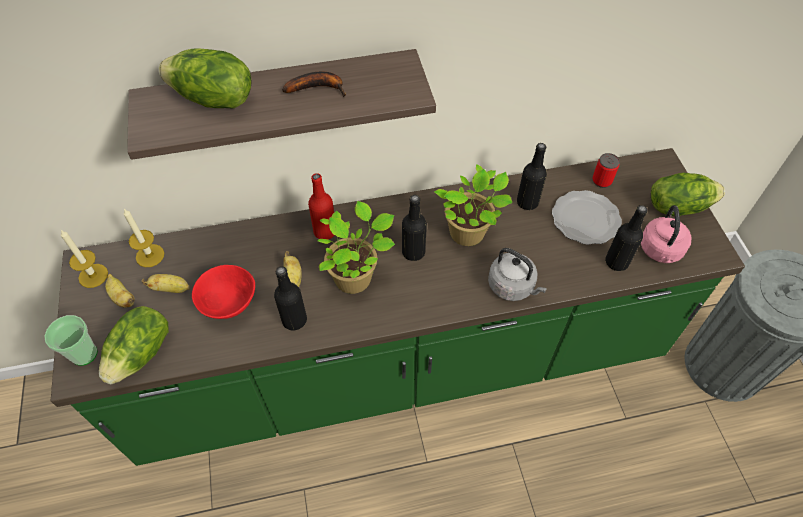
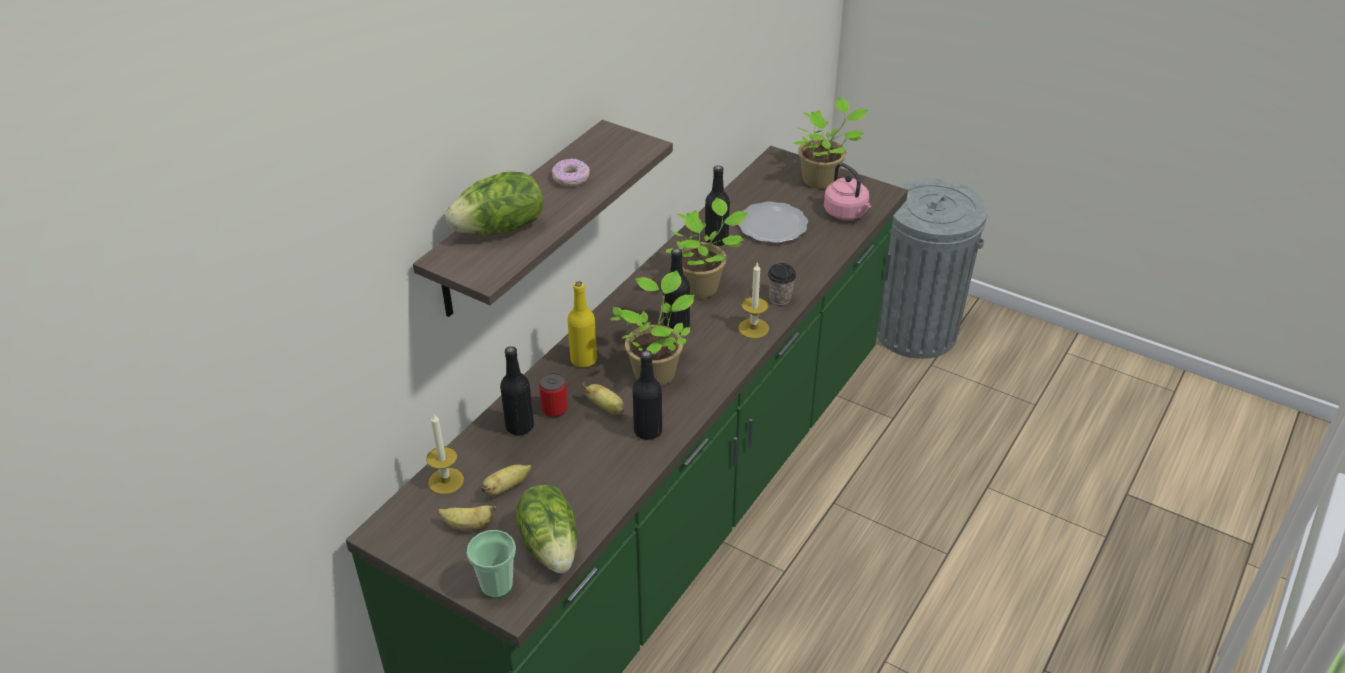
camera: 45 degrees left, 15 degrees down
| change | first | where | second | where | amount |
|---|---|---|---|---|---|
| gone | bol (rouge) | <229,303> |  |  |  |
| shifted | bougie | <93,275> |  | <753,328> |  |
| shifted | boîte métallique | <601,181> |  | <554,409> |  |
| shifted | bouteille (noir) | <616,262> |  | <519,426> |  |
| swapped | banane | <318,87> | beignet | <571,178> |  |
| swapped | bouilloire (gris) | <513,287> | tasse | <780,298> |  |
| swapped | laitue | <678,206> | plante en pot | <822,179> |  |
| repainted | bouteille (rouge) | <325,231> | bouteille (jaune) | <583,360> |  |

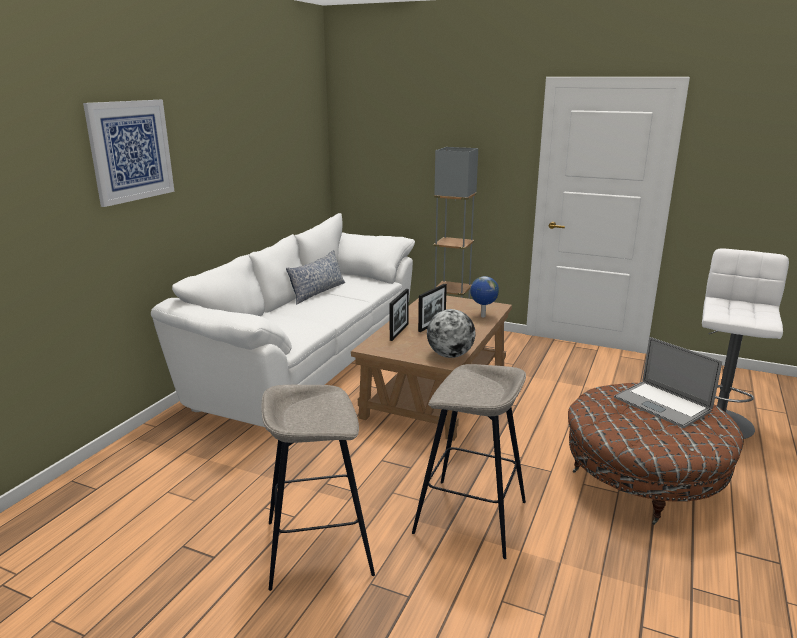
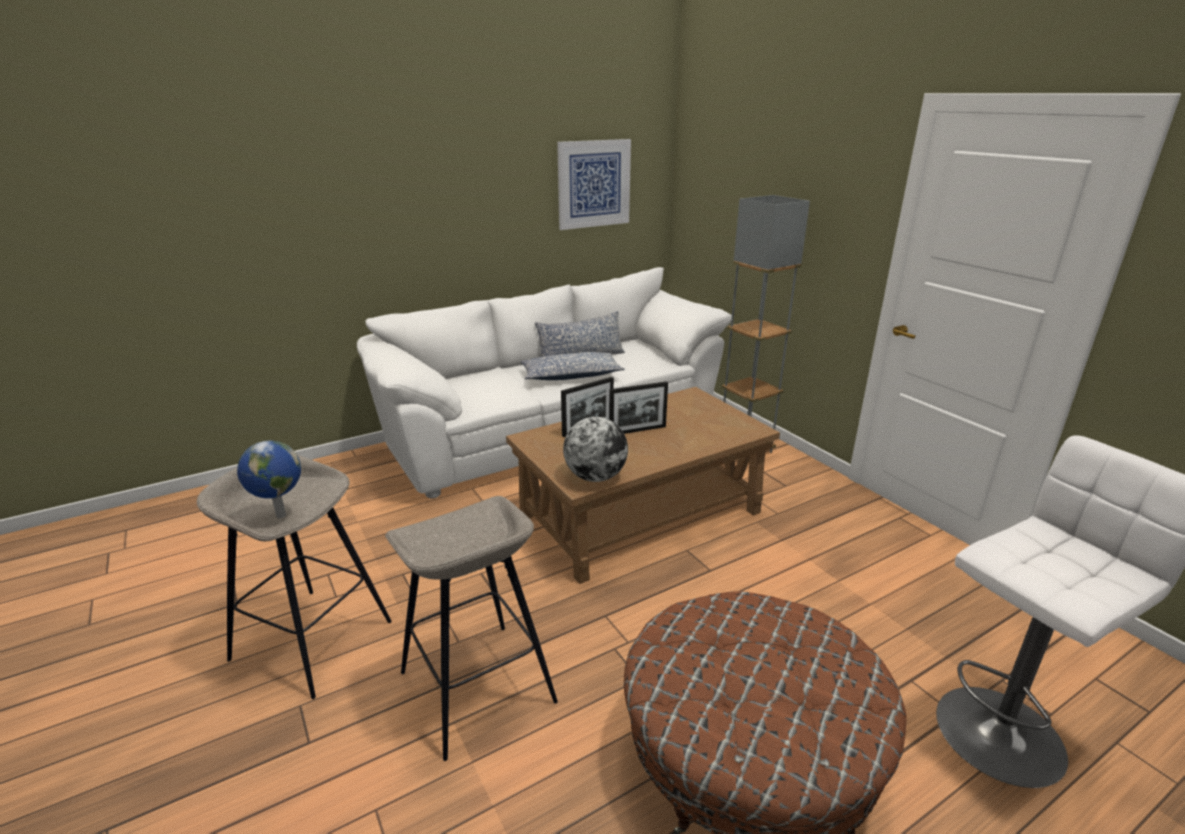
camera: 35 degrees right, 5 degrees up
| change | first | where | second | where | amount |
|---|---|---|---|---|---|
| gone | ordinateur portable | <662,404> |  |  |  |
| new |  |  | coussin | <570,376> |  |
| shifted | tableau | <131,151> |  | <594,184> |  |
| shifted | globe | <483,316> |  | <279,516> |  |

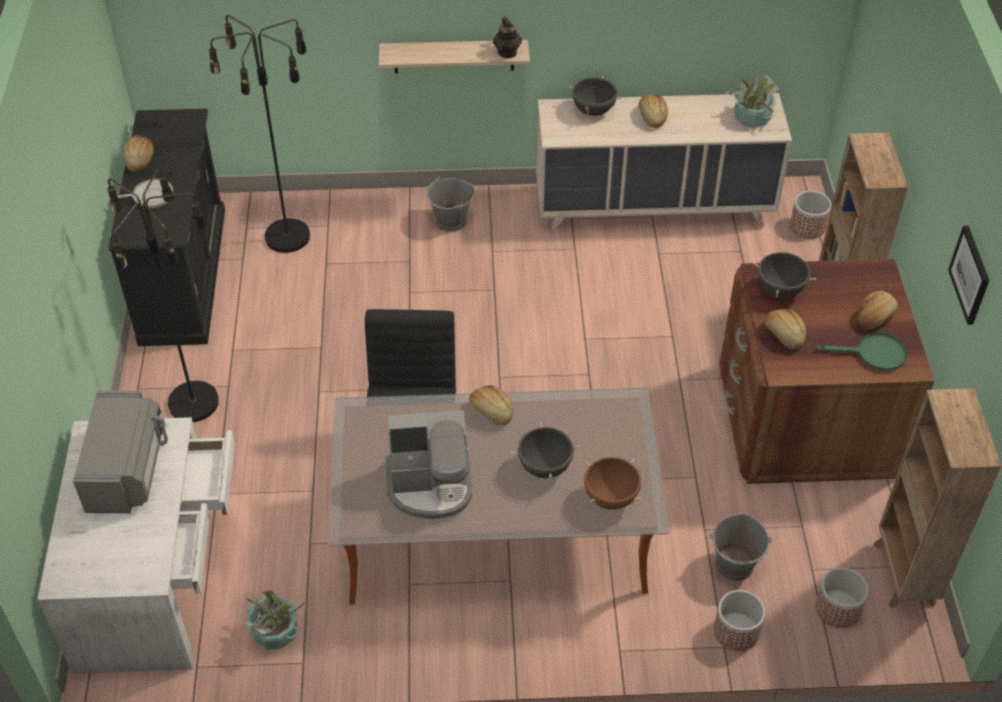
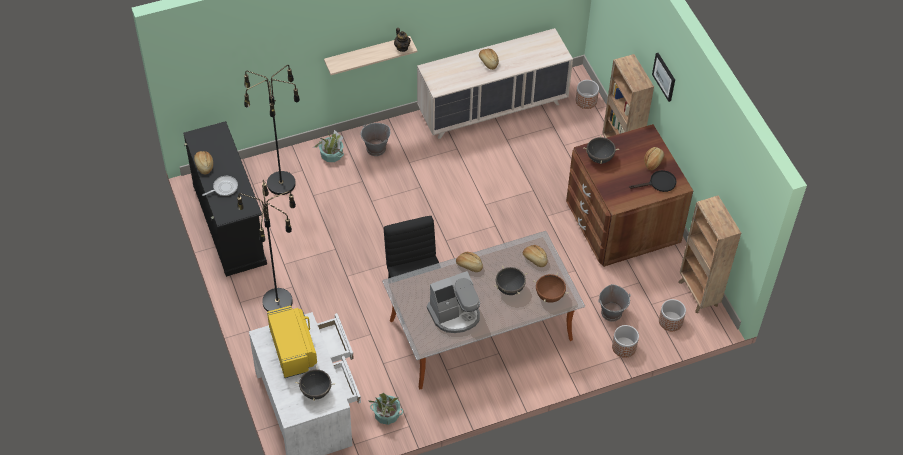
camera: 20 degrees left, 5 degrees up
| change | first | where | second | where | amount |
|---|---|---|---|---|---|
| shifted | marmite (noir) | <593,111> |  | <316,391> |  |
| shifted | plante en pot | <752,117> |  | <331,155> |  |
| shifted | pain | <783,335> |  | <535,259> |  |
| shifted | tableau | <970,274> |  | <664,76> |  |
| repainted | micro-ondes (gris) | <128,469> | micro-ondes (jaune) | <293,349> |  |
| repainted | poêle (vert) | <873,354> | poêle (noir) | <659,183> |  |

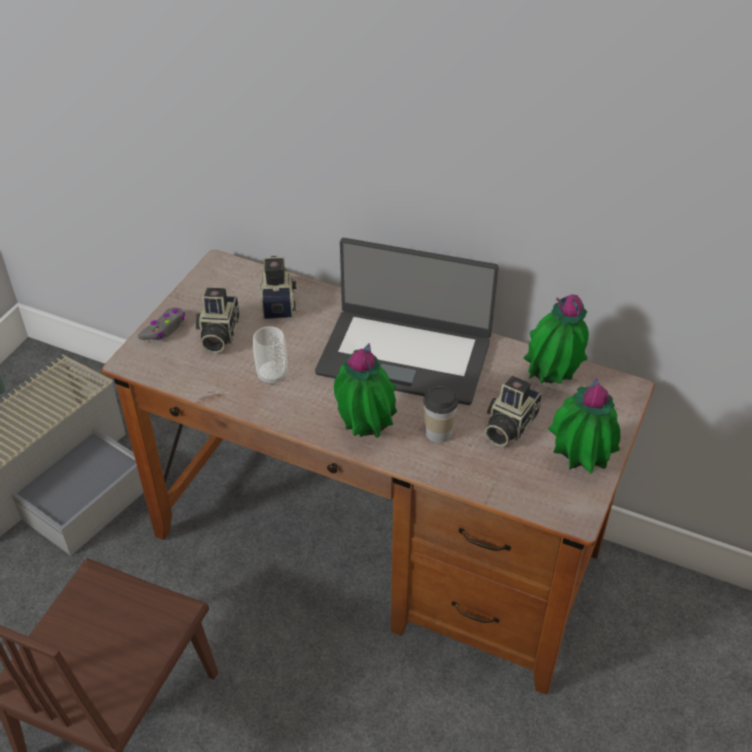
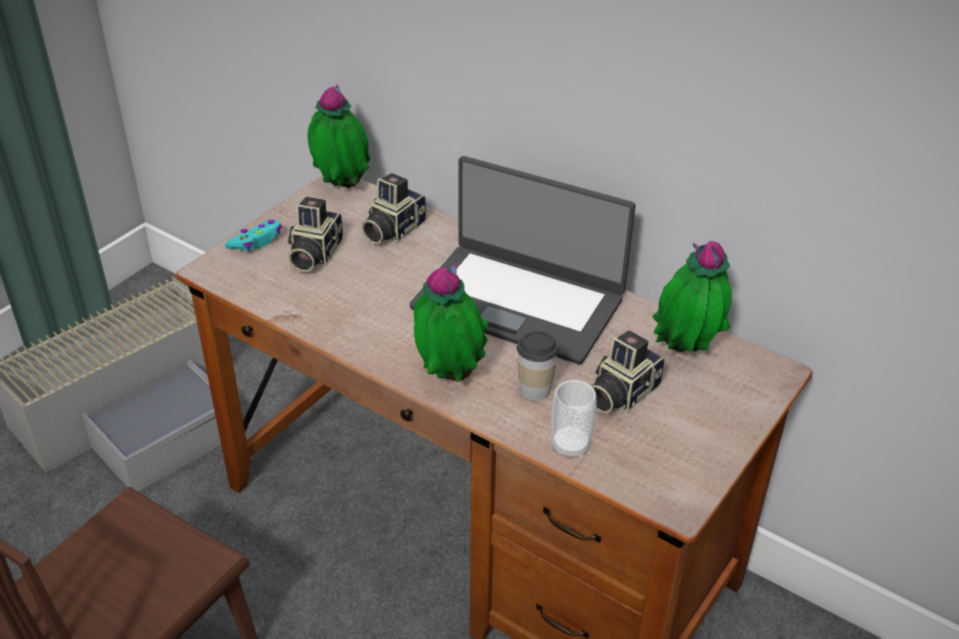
camera: 10 degrees right, 5 degrees down
| change | first | where | second | where | amount |
|---|---|---|---|---|---|
| shifted | tasse | <272,375> |  | <570,445> |  |
| shifted | plante en pot | <577,467> |  | <341,188> |  |
| repainted | manette (gris) | <164,329> | manette (turquoise) | <256,241> |  |
| rotated | appareil photo | <279,302> |  | <392,229> | 150 degrees counterclockwise |

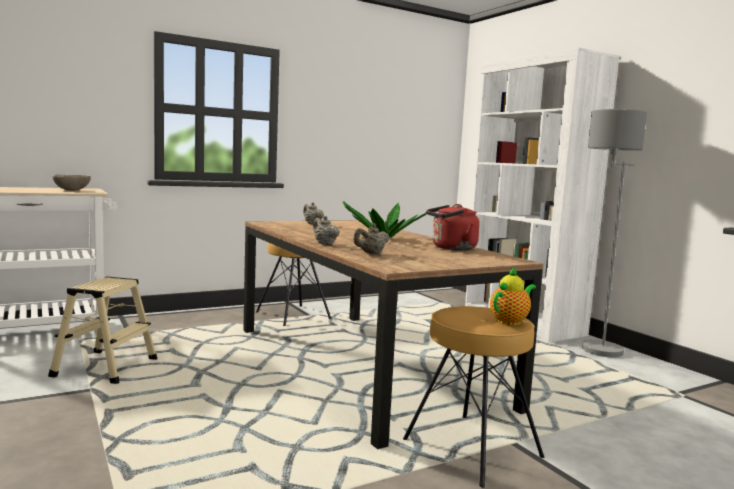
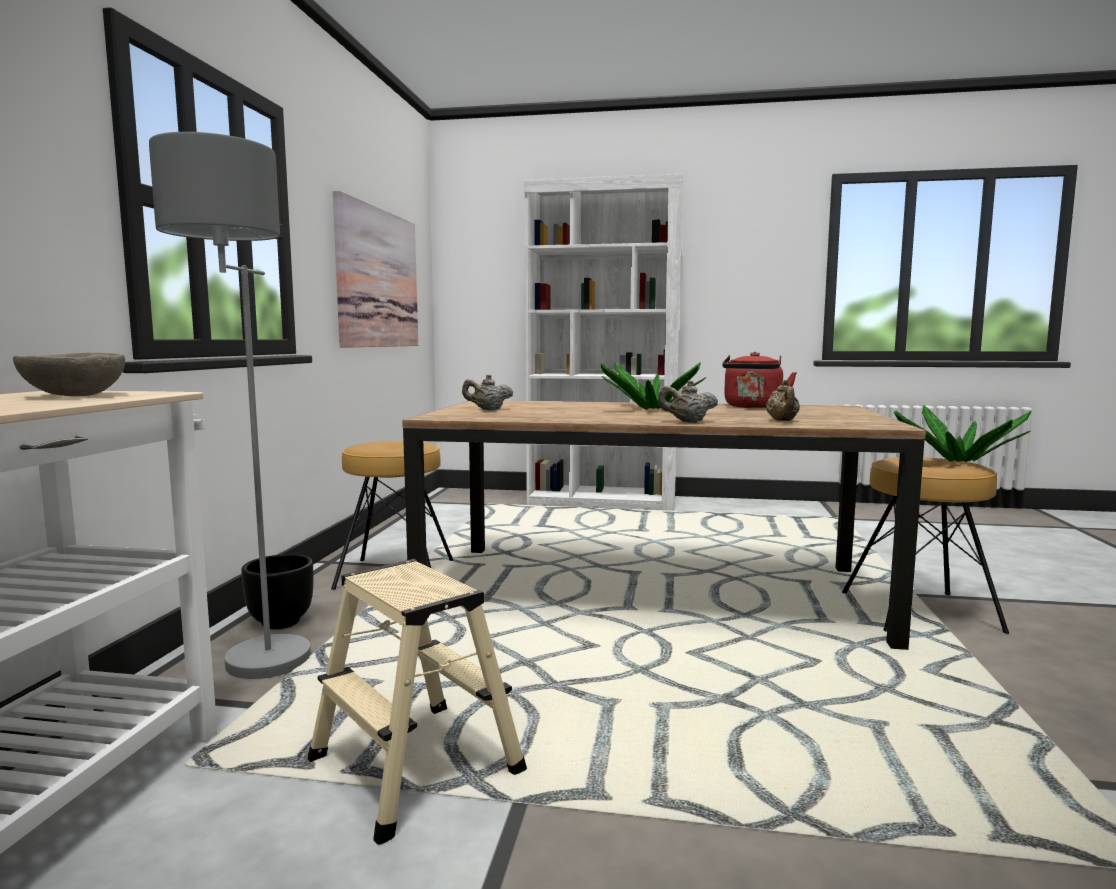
camera: 50 degrees left, 0 degrees up
| change | first | where | second | where | amount |
|---|---|---|---|---|---|
| new |  |  | cache-pot (noir) | <280,622> |  |
| new |  |  | tableau | <378,278> |  |
| shifted | lampadaire (gris) | <595,352> |  | <256,671> |  |
| swapped | théière | <510,321> | plante en pot | <958,461> |  |

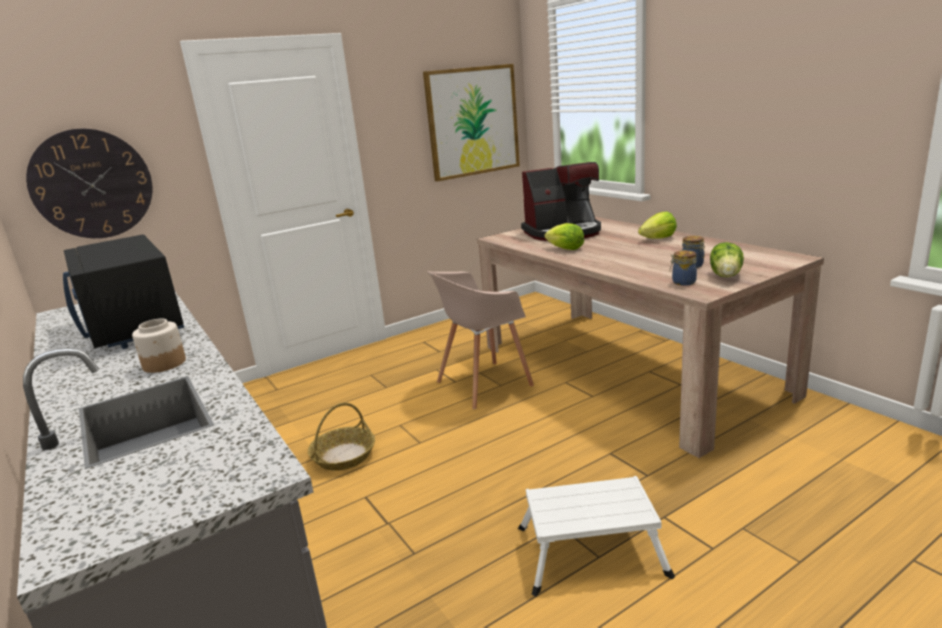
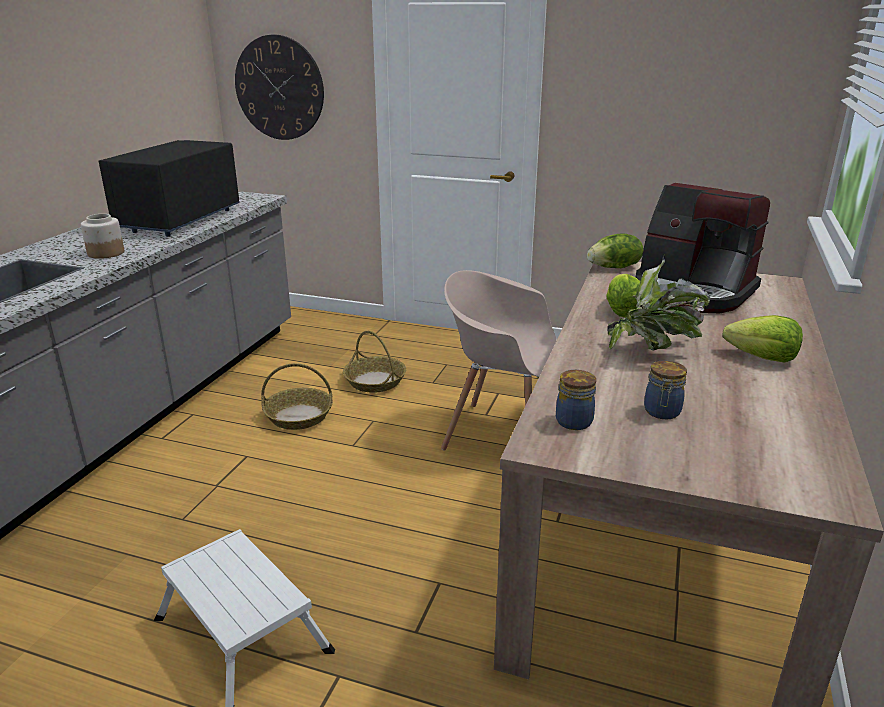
camera: 50 degrees right, 5 degrees up
| change | first | where | second | where | amount |
|---|---|---|---|---|---|
| gone | tableau | <473,122> |  |  |  |
| new |  |  | panier | <374,381> |  |
| new |  |  | plante en pot | <654,349> |  |
| shifted | laitue | <726,275> |  | <614,267> |  |

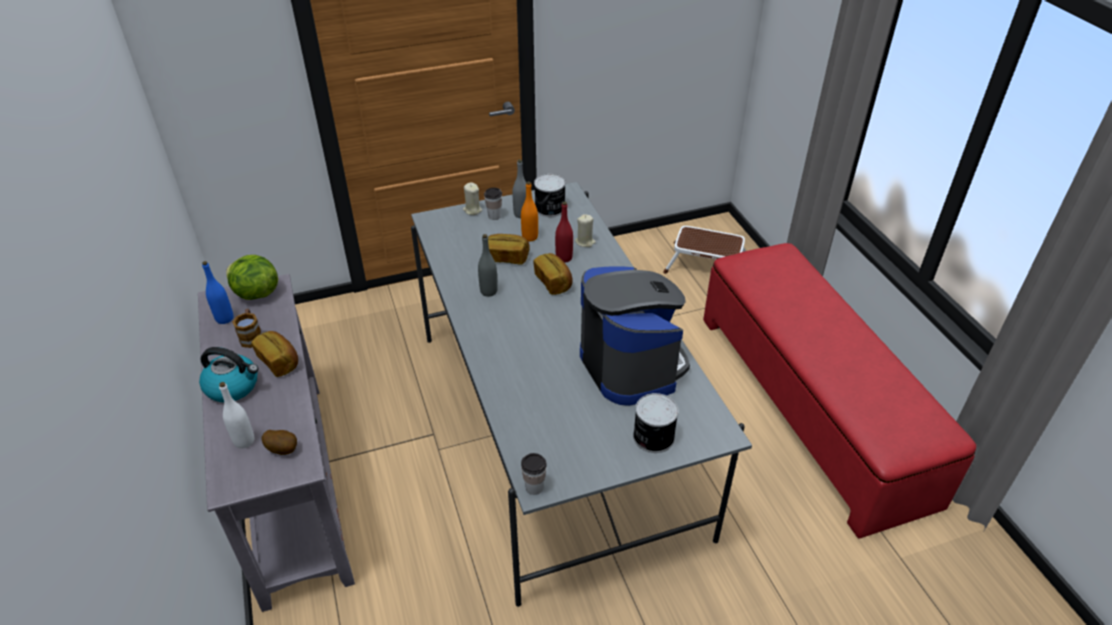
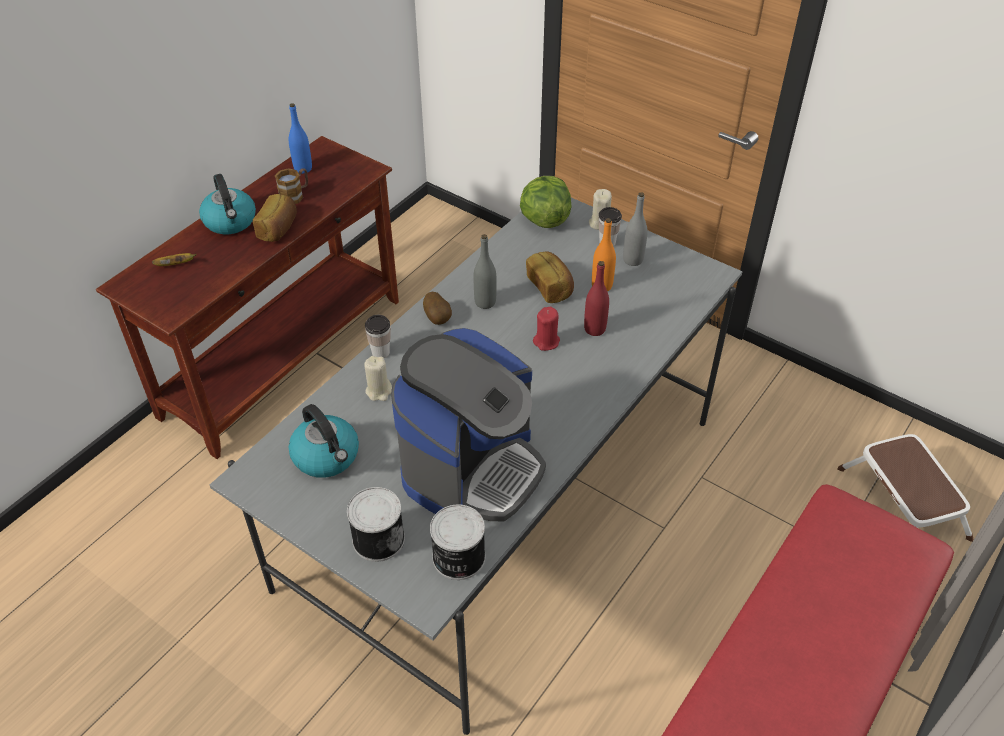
camera: 55 degrees right, 5 degrees up
| change | first | where | second | where | amount |
|---|---|---|---|---|---|
| new |  |  | bouilloire | <327,456> |  |
| shifted | laitue | <255,293> |  | <544,219> |  |
| shifted | pomme de terre | <283,449> |  | <438,318> |  |
| shifted | tasse | <534,487> |  | <380,352> |  |
| shifted | boîte métallique | <550,208> |  | <458,558> |  |
| shifted | bougie (beige) | <585,242> |  | <379,391> |  |
| swapped | bouteille (blanc) | <244,441> | banane | <176,264> |  |
| swapped | pain | <553,282> | bougie (rouge) | <546,342> |  |
| repainted | table console (gris) | <293,488> | table console (marron) | <283,356> |  |

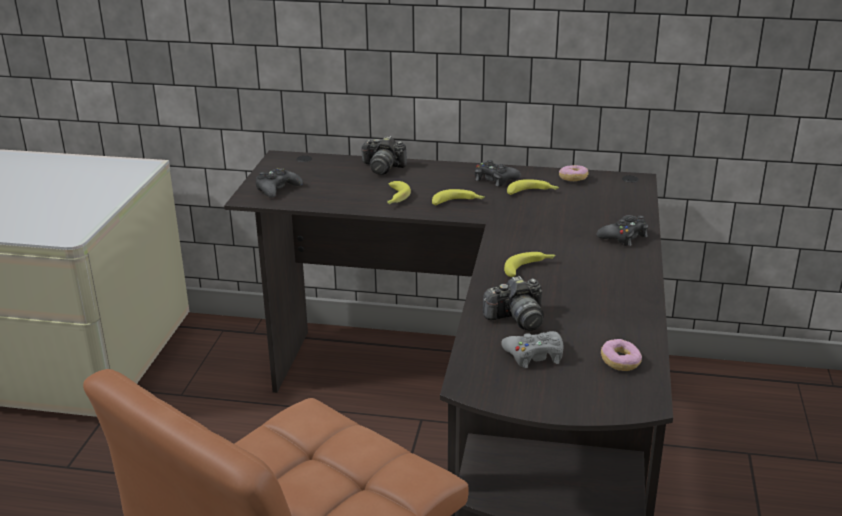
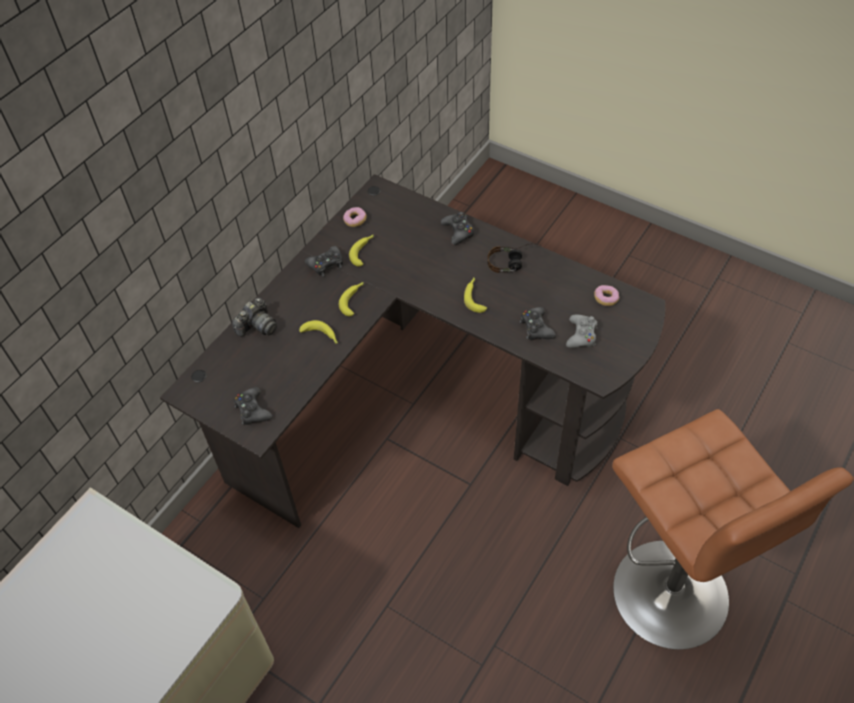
camera: 65 degrees left, 25 degrees up
| change | first | where | second | where | amount |
|---|---|---|---|---|---|
| new |  |  | casque audio | <513,262> |  |
| swapped | appareil photo | <517,319> | manette (noir) | <536,328> |  |

